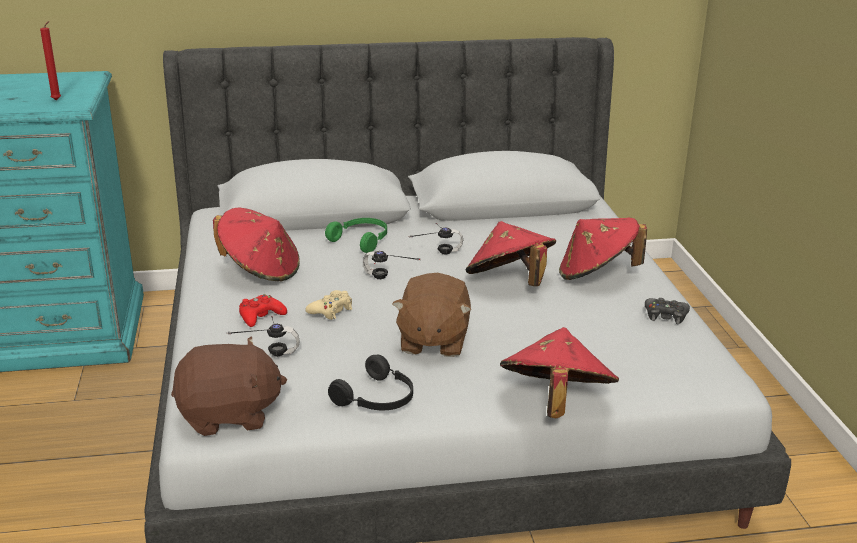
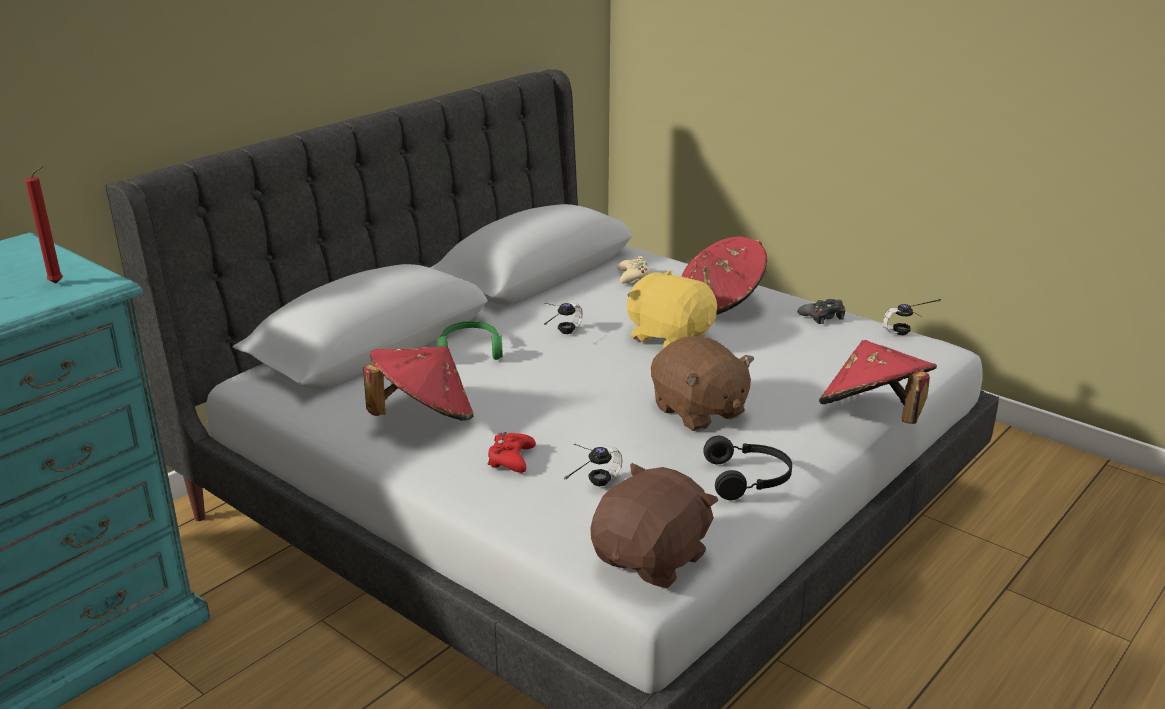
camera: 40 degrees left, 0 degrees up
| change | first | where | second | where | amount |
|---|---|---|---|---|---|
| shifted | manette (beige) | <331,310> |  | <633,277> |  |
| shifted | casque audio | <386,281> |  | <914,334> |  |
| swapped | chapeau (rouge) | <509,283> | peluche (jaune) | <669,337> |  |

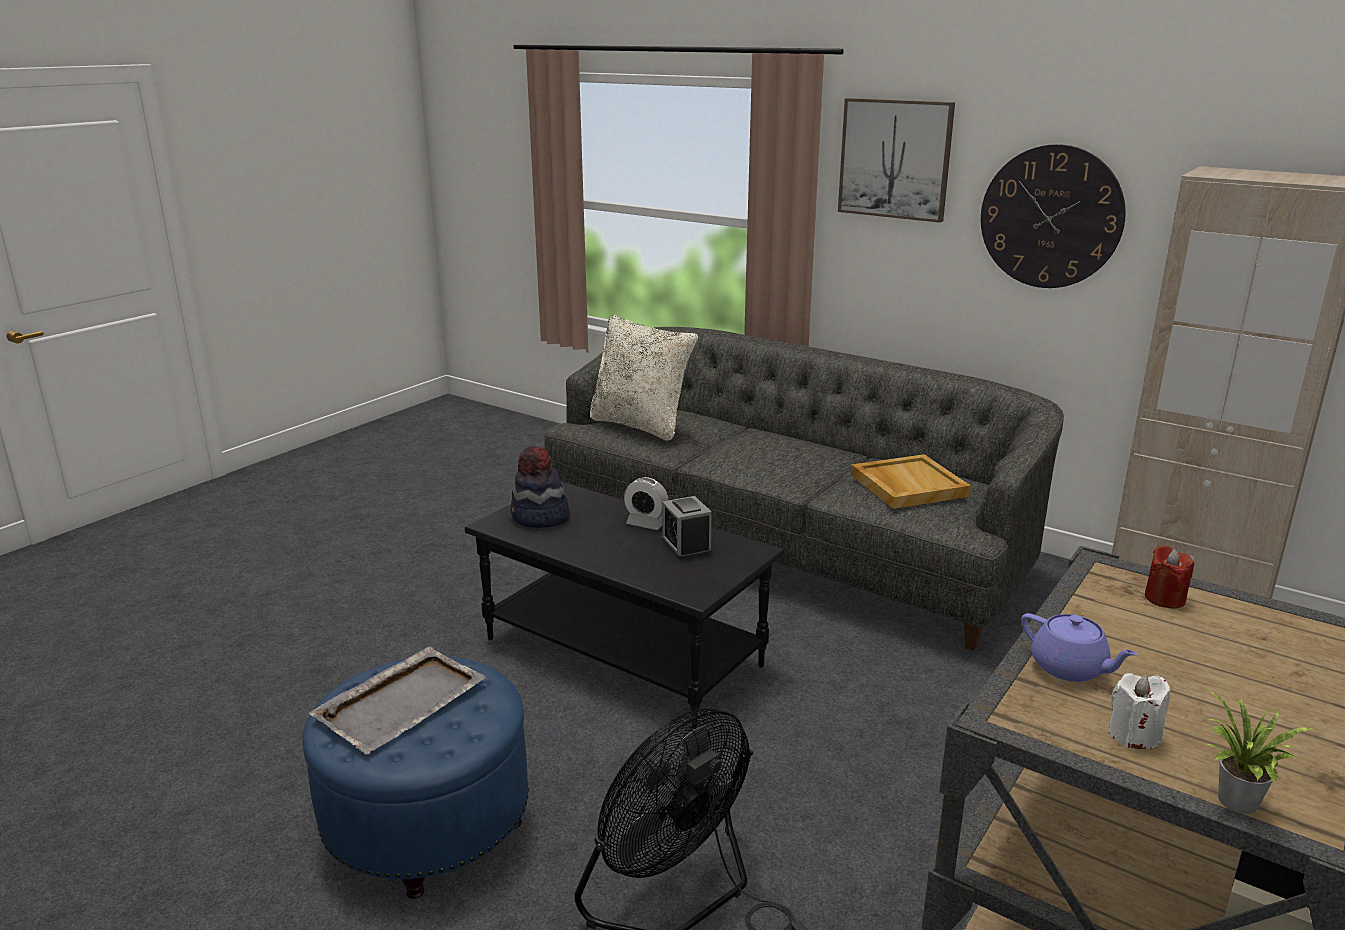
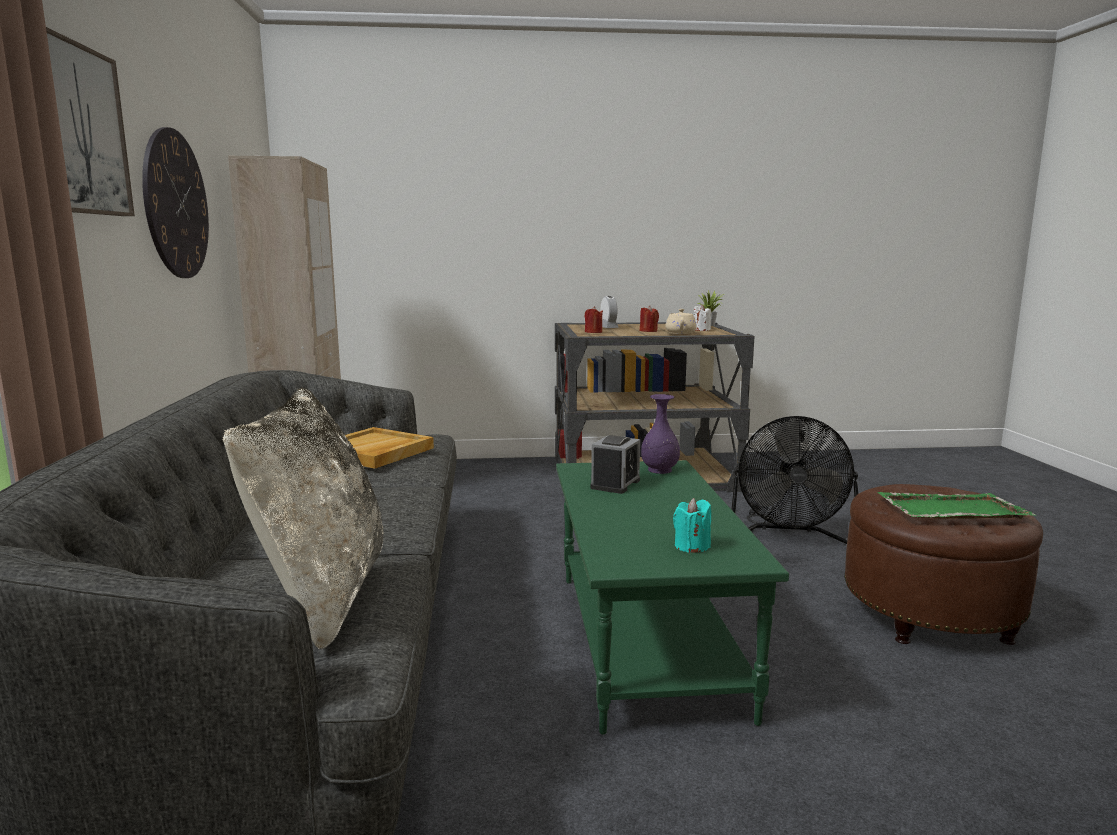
camera: 130 degrees left, 10 degrees down
| change | first | where | second | where | amount |
|---|---|---|---|---|---|
| new |  |  | bougie (rouge) | <648,331> |  |
| new |  |  | vase (violet) | <659,470> |  |
| shifted | réveil | <646,524> |  | <608,327> |  |
| swapped | chapeau | <540,518> | bougie (turquoise) | <691,546> |  |
| repainted | pouf (bleu) | <427,826> | pouf (marron) | <930,615> |  |
| repainted | plateau (gris) | <402,702> | plateau (vert) | <951,510> |  |
| repainted | table basse (noir) | <625,651> | table basse (vert) | <643,640> |  |
| repainted | théière (violet) | <1070,668> | théière (beige) | <680,333> |  |

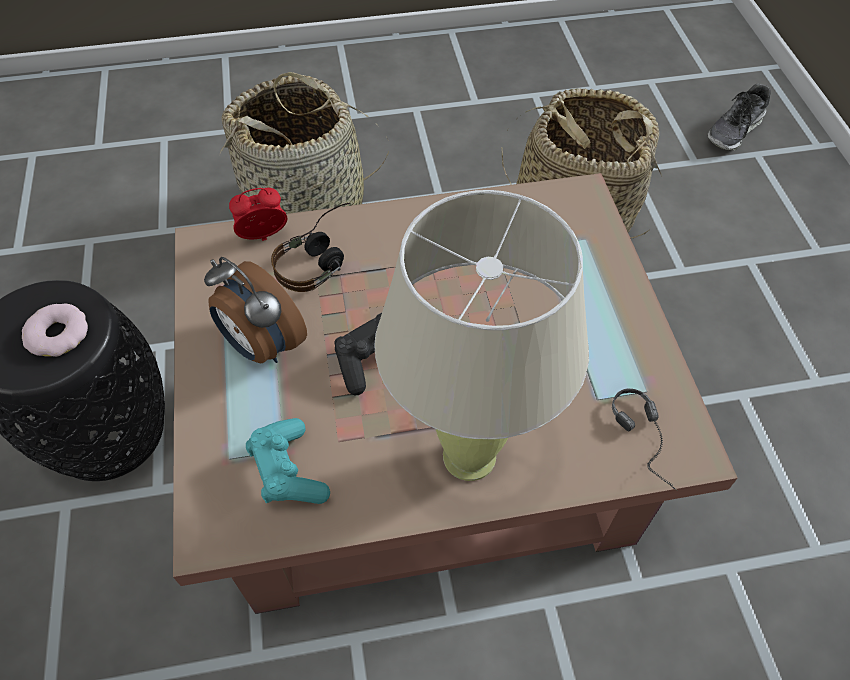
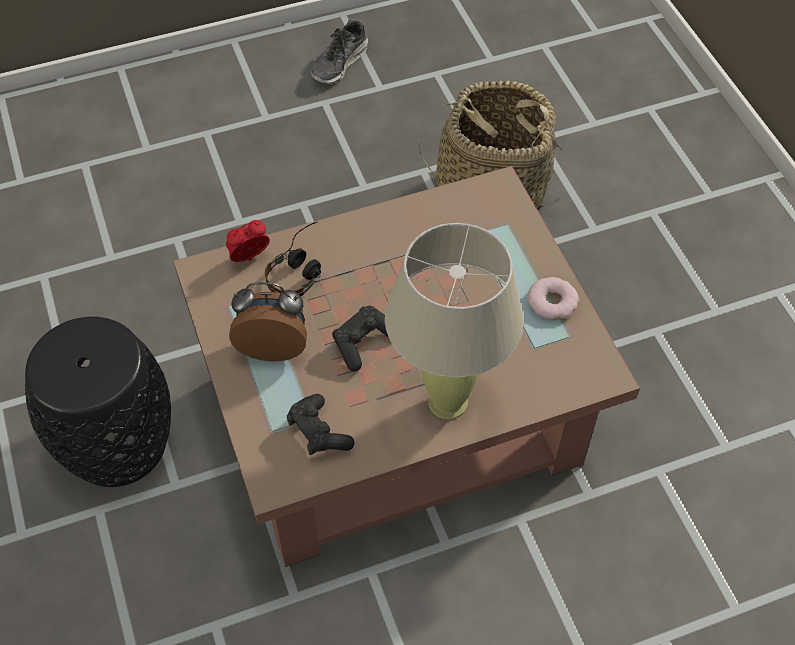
camera: 10 degrees left, 0 degrees up
| change | first | where | second | where | amount |
|---|---|---|---|---|---|
| gone | panier | <309,208> |  |  |  |
| gone | casque audio | <650,444> |  |  |  |
| shifted | beignet | <58,334> |  | <552,302> |  |
| shifted | chaussure | <734,131> |  | <340,63> |  |
| repainted | manette (turquoise) | <288,471> | manette (noir) | <318,433> |  |
| rotated | réveil | <262,346> |  | <273,345> | 150 degrees clockwise |

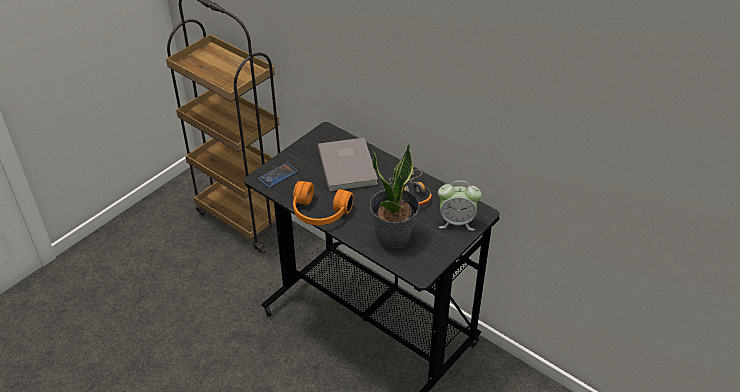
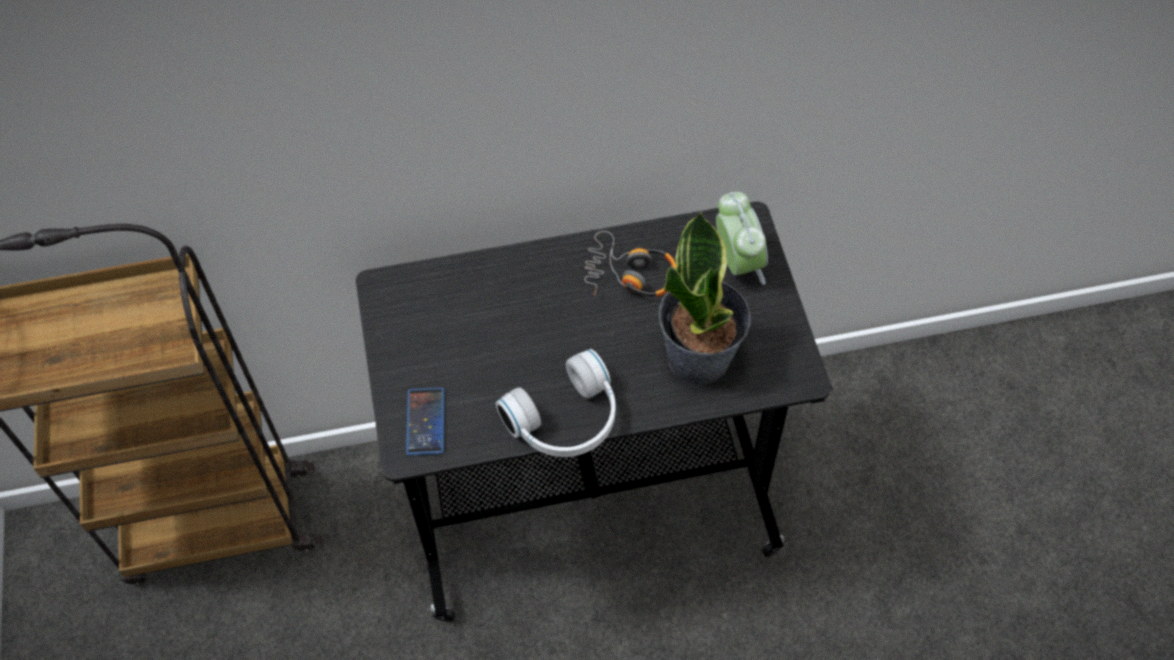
camera: 50 degrees left, 15 degrees up
| change | first | where | second | where | amount |
|---|---|---|---|---|---|
| gone | livre (gris) | <348,165> |  |  |  |
| repainted | casque audio (orange) | <319,213> | casque audio (blanc) | <567,421> |  |
| rotated | réveil | <456,222> |  | <738,263> | 60 degrees counterclockwise |

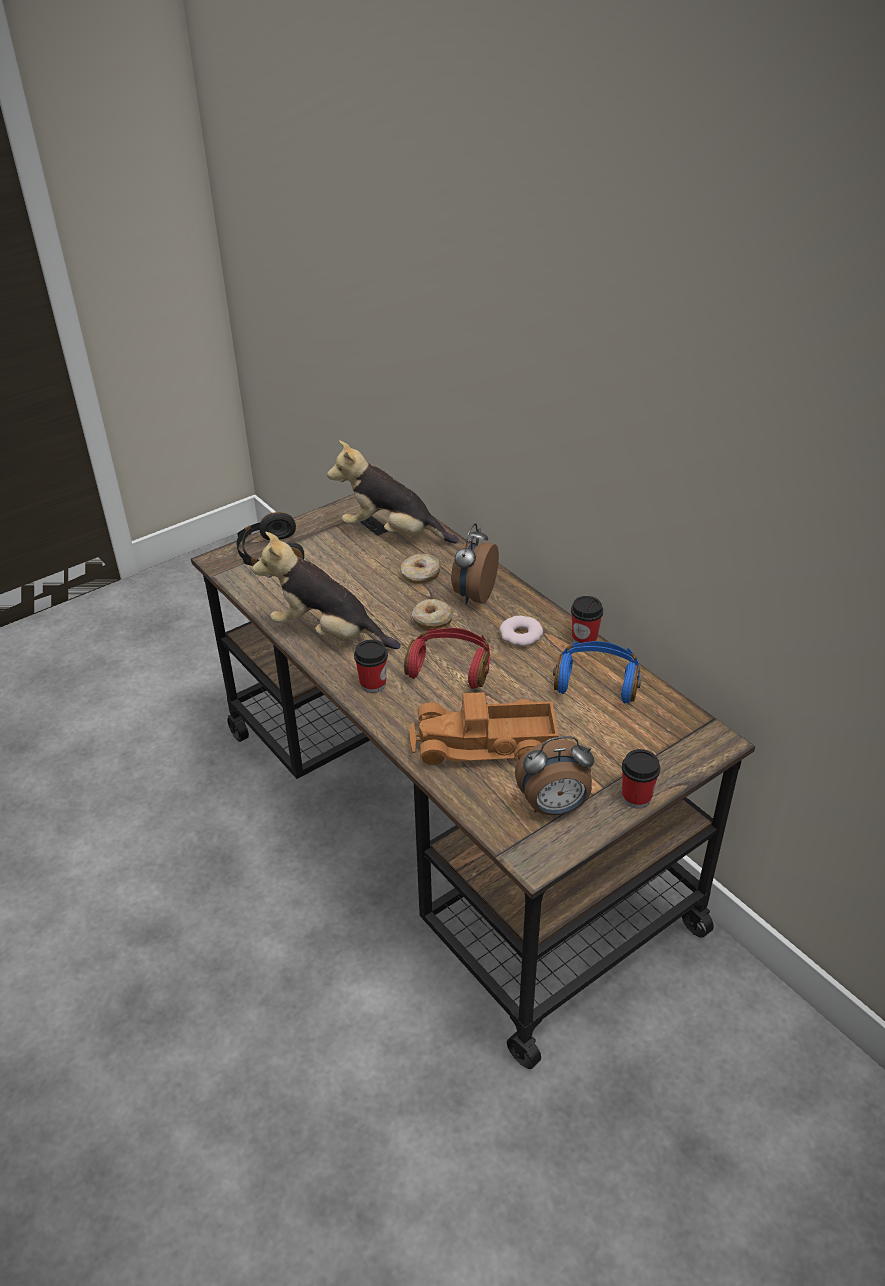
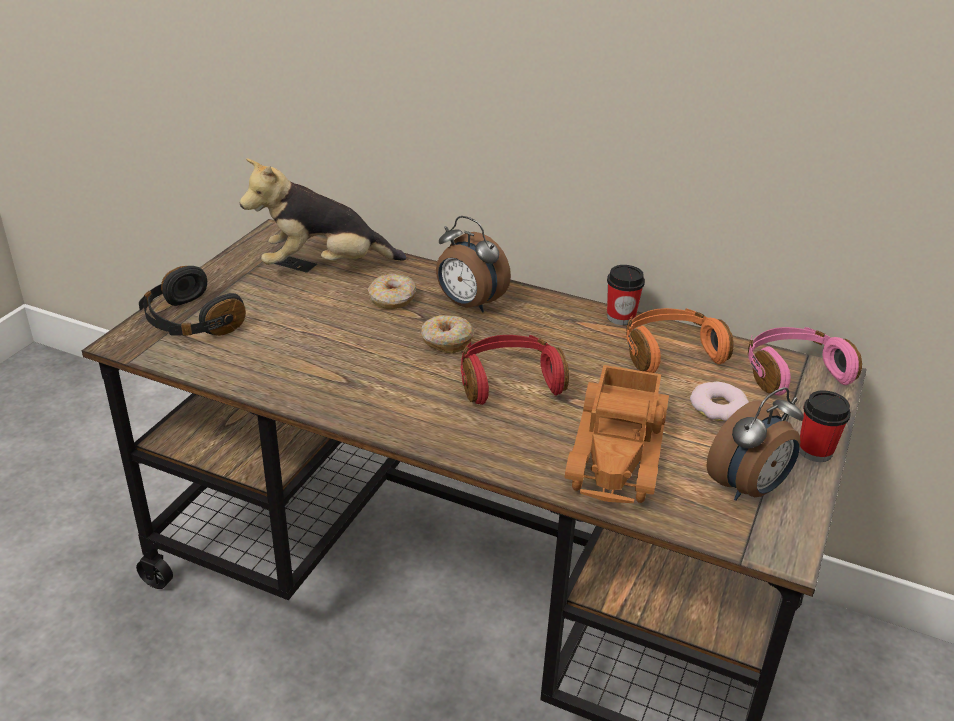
camera: 30 degrees left, 5 degrees down
| change | first | where | second | where | amount |
|---|---|---|---|---|---|
| gone | peluche | <328,634> |  |  |  |
| gone | tasse | <373,684> |  |  |  |
| new |  |  | casque audio (rose) | <793,372> |  |
| shifted | beignet | <521,635> |  | <718,407> |  |
| repainted | casque audio (bleu) | <597,681> | casque audio (orange) | <670,352> |  |
| rotated | camion jouet | <485,745> |  | <620,450> | 45 degrees counterclockwise |
| rotated | réveil | <473,595> |  | <468,304> | 45 degrees counterclockwise |

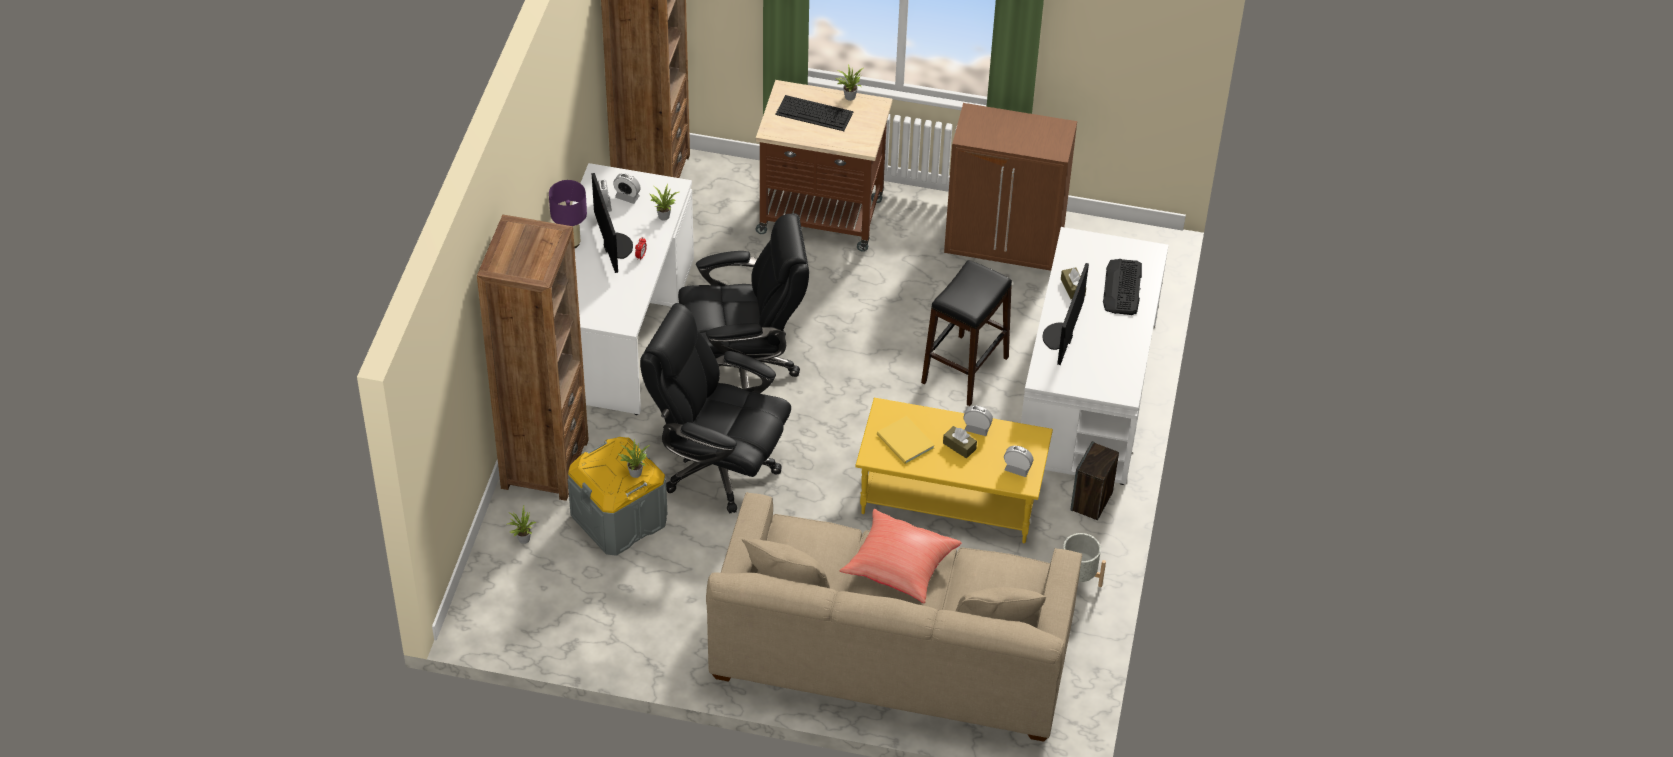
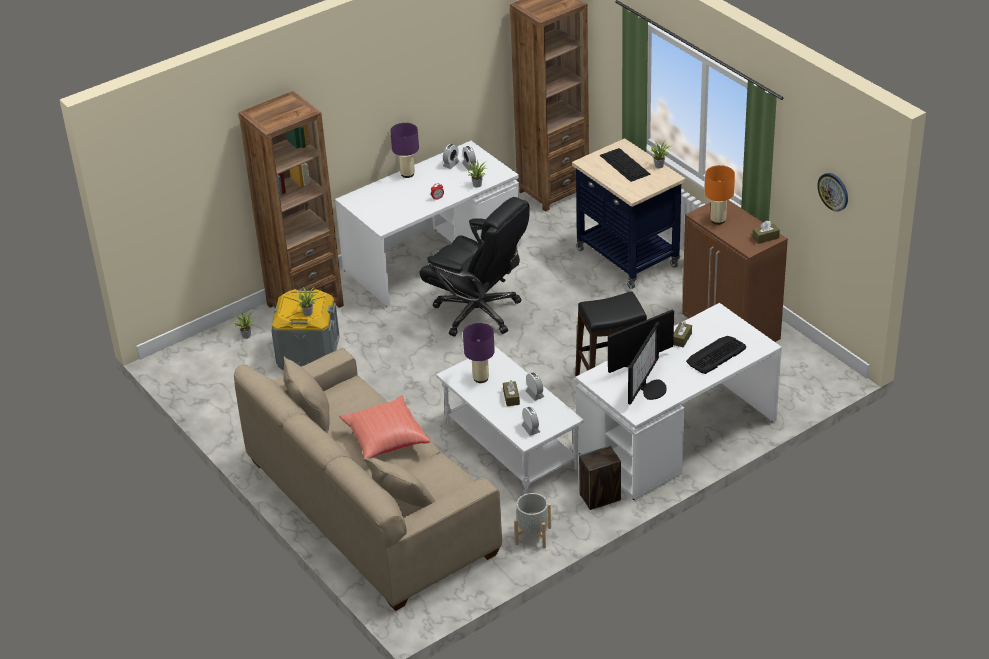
camera: 45 degrees right, 10 degrees down
| change | first | where | second | where | amount |
|---|---|---|---|---|---|
| gone | chaise de bureau (noir) | <719,467> |  |  |  |
| new |  |  | lampe de table (orange) | <718,220> |  |
| new |  |  | boîte à mouchoirs (marron) | <765,237> |  |
| new |  |  | horloge murale | <833,191> |  |
| shifted | écran d'ordinateur | <615,246> |  | <651,388> |  |
| swapped | livre (jaune) | <905,443> | lampe de table (violet) | <480,378> |  |
| repainted | chariot (marron) | <821,217> | chariot (bleu) | <628,259> |  |
| repainted | table basse (jaune) | <949,500> | table basse (blanc) | <510,447> |  |

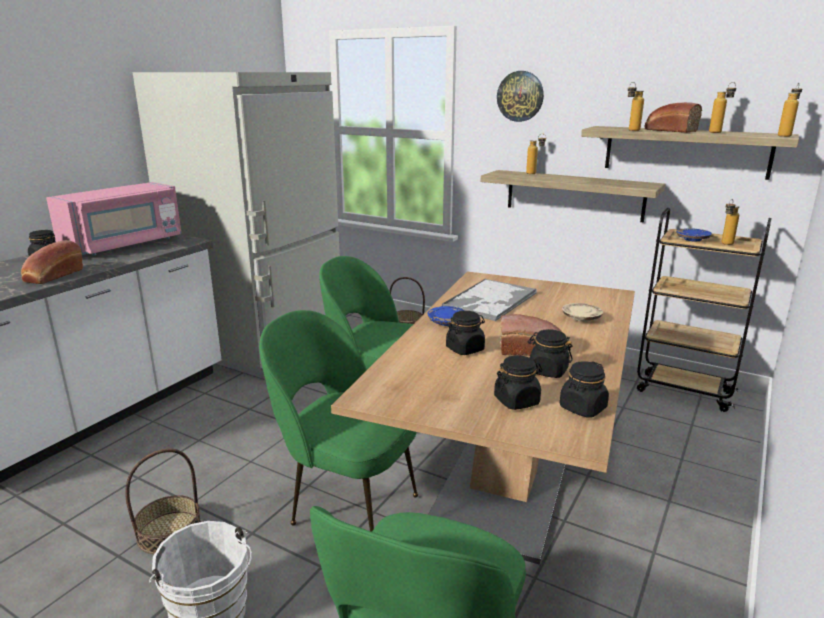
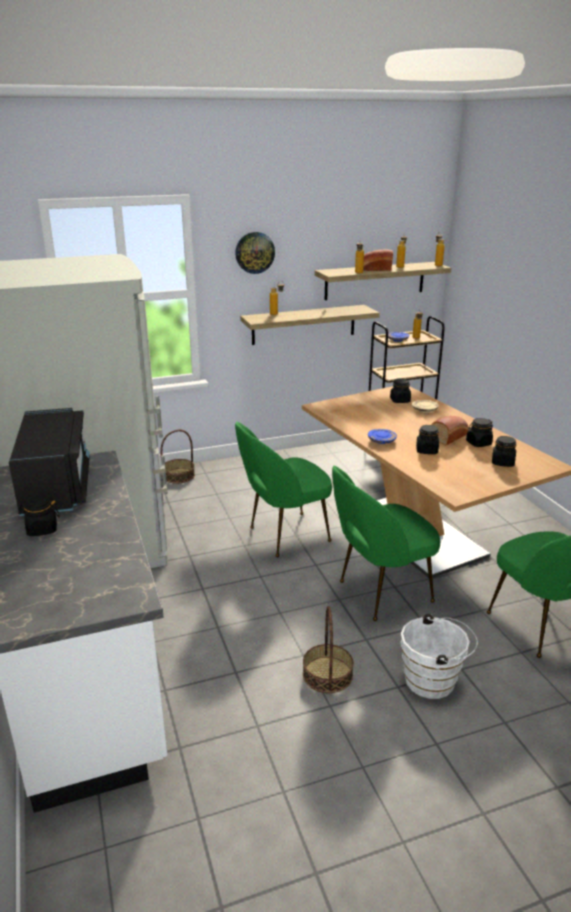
camera: 50 degrees left, 5 degrees up
| change | first | where | second | where | amount |
|---|---|---|---|---|---|
| gone | pain | <53,276> |  |  |  |
| gone | plateau | <489,301> |  |  |  |
| shifted | bocal (noir) | <582,408> |  | <400,400> |  |
| repainted | micro-ondes (rose) | <124,245> | micro-ondes (noir) | <56,486> |  |

